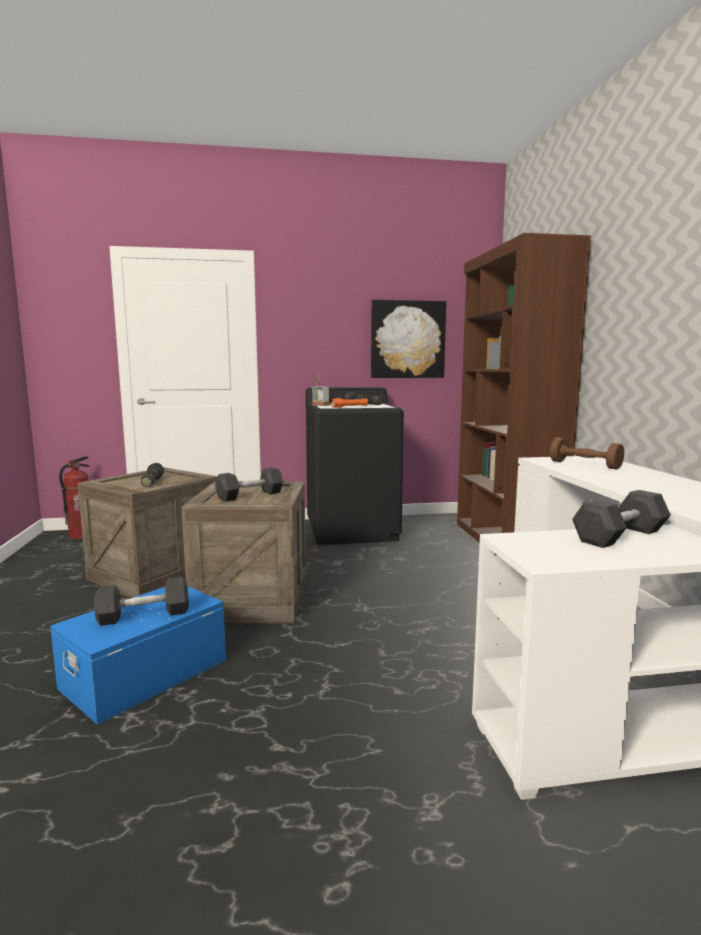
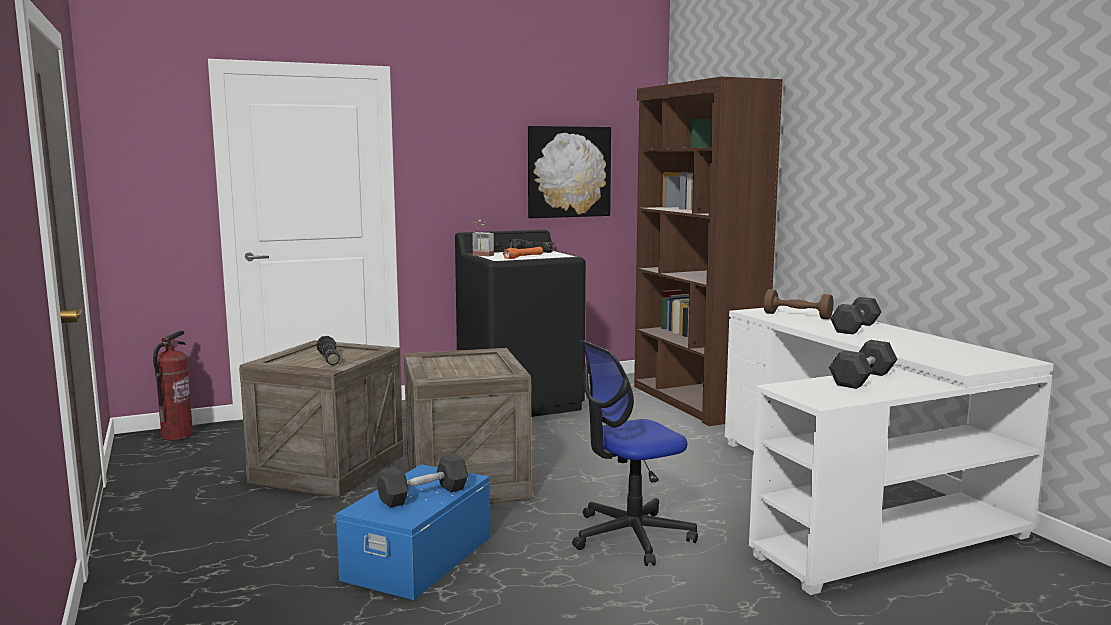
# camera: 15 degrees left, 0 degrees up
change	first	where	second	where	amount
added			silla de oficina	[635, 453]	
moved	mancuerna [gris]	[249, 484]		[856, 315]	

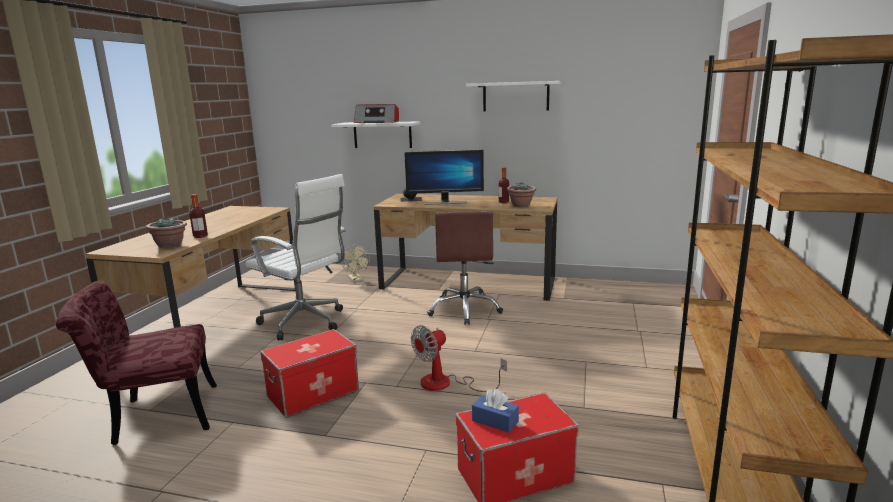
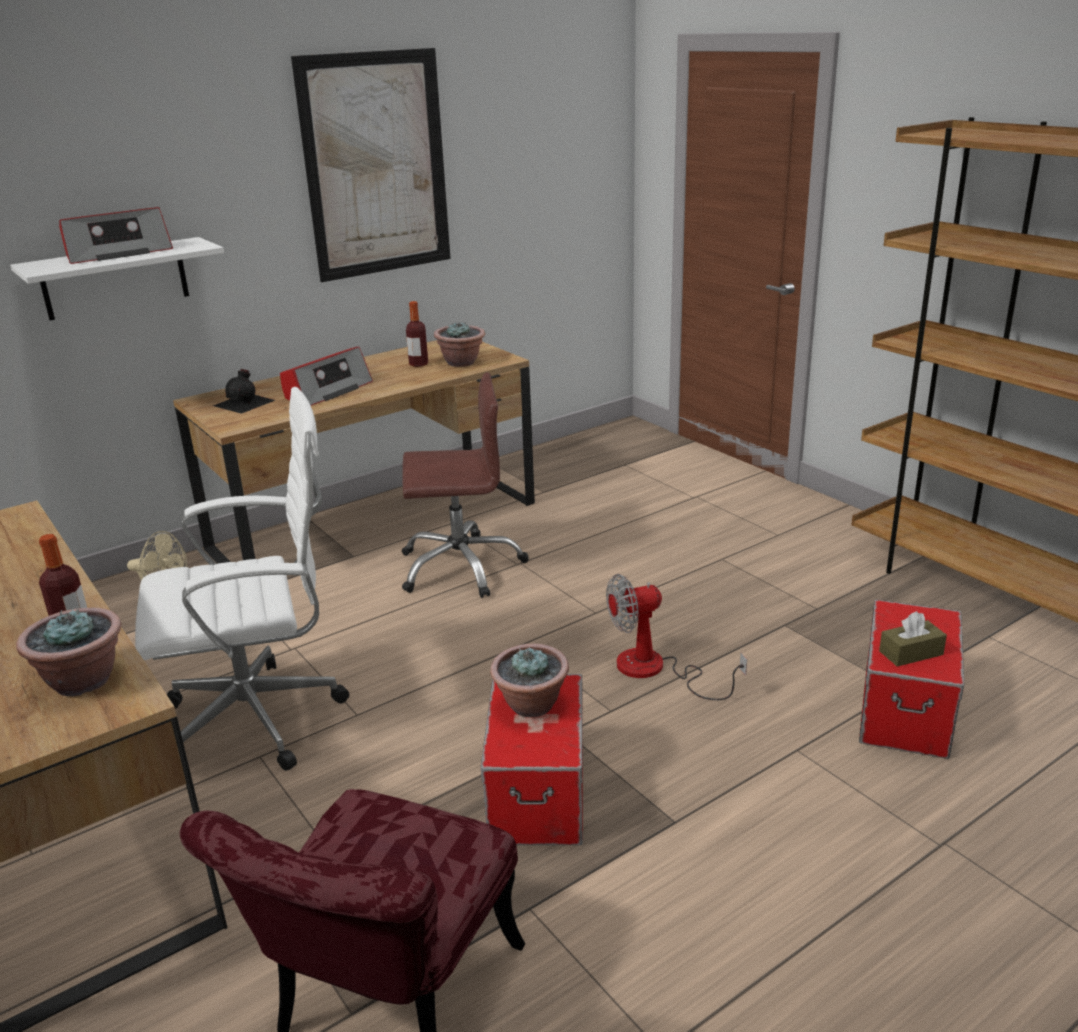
# camera: 50 degrees left, 10 degrees up
change	first	where	second	where	amount
replaced	monitor	[444, 177]	radio	[326, 376]	
replaced	estante [blanco]	[513, 96]	cuadro	[371, 165]	
turned	silla de oficina [marrón]	[465, 268]		[465, 485]	45 degrees counterclockwise
added			planta en maceta	[529, 680]	
turned	ventilador	[459, 358]		[676, 637]	75 degrees clockwise
recoloured	caja de pañuelos [azul]	[495, 411]	caja de pañuelos [marrón]	[913, 639]	

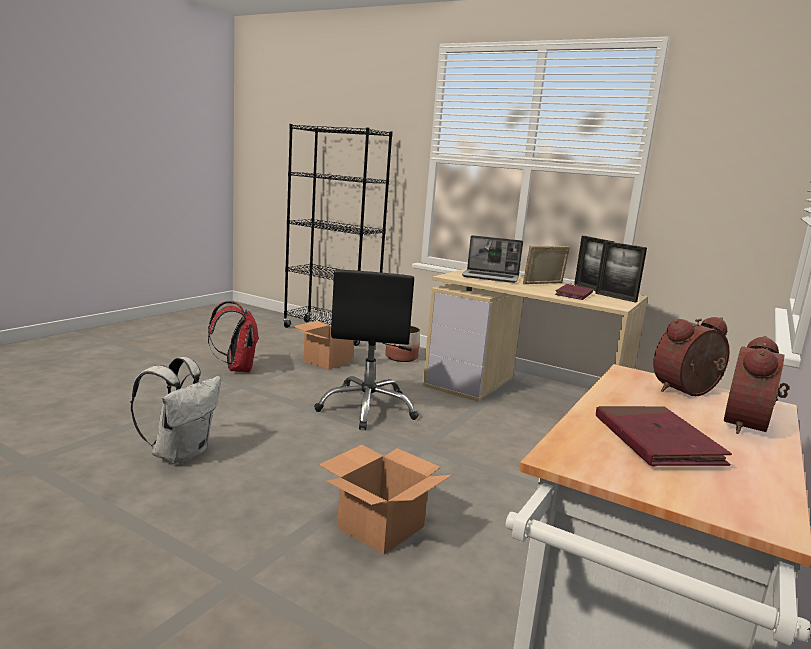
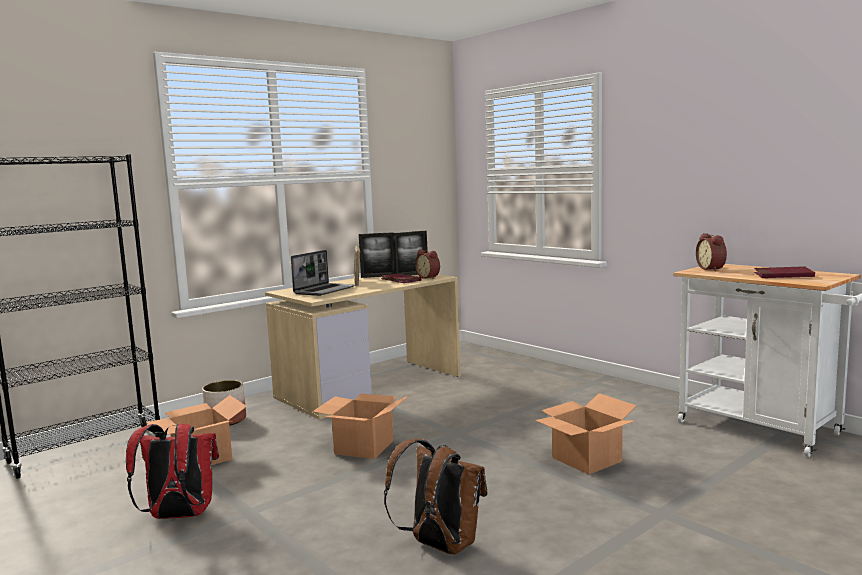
# camera: 70 degrees left, 5 degrees down
change	first	where	second	where	amount
replaced	silla de oficina [negro]	[366, 349]	caja de cartón	[360, 426]	
recoloured	mochila [blanco]	[176, 410]	mochila [marrón]	[436, 496]	
moved	despertador	[756, 385]		[427, 264]	

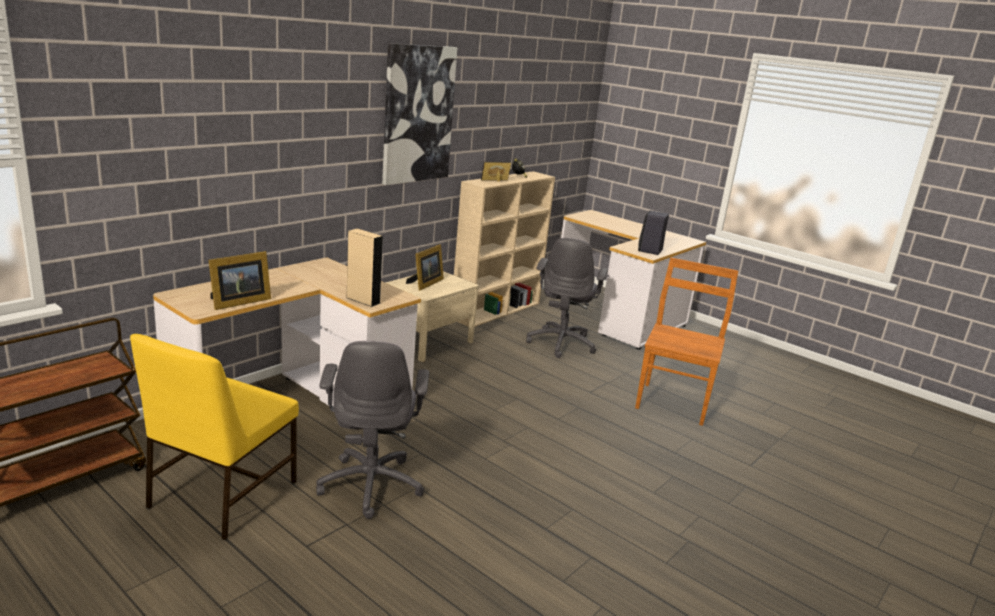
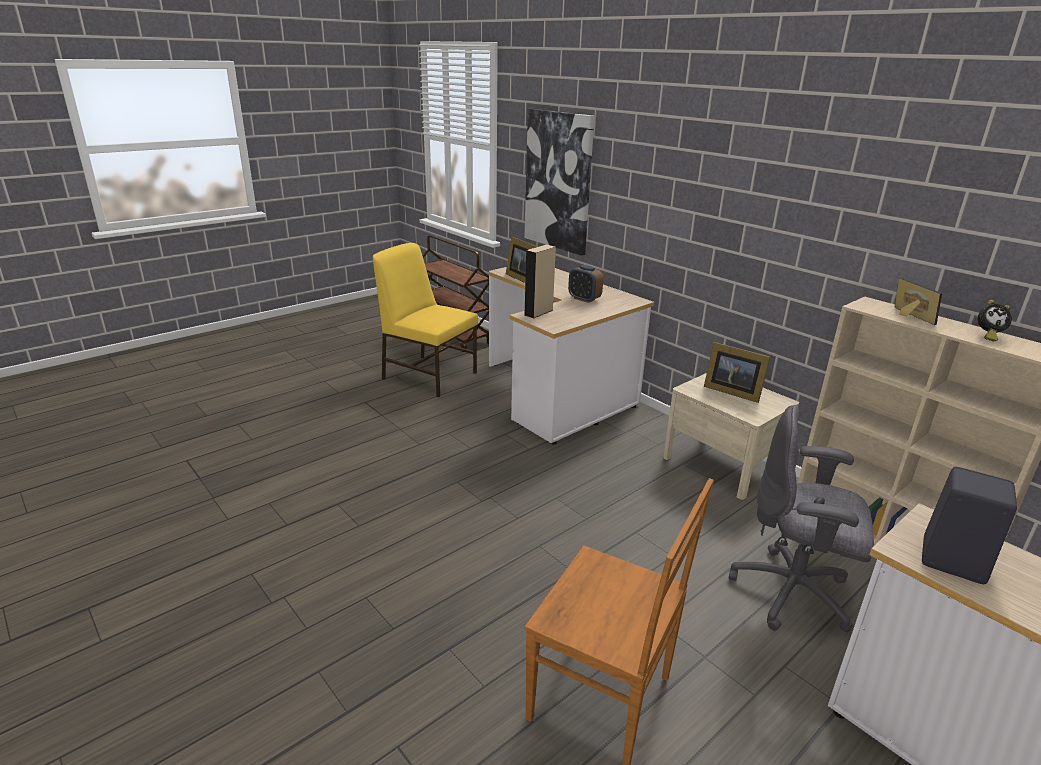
# camera: 100 degrees right, 5 degrees up
change	first	where	second	where	amount
moved	cuadro	[419, 114]		[559, 182]	
added			despertador	[585, 284]	
removed	silla de oficina [gris]	[372, 430]			

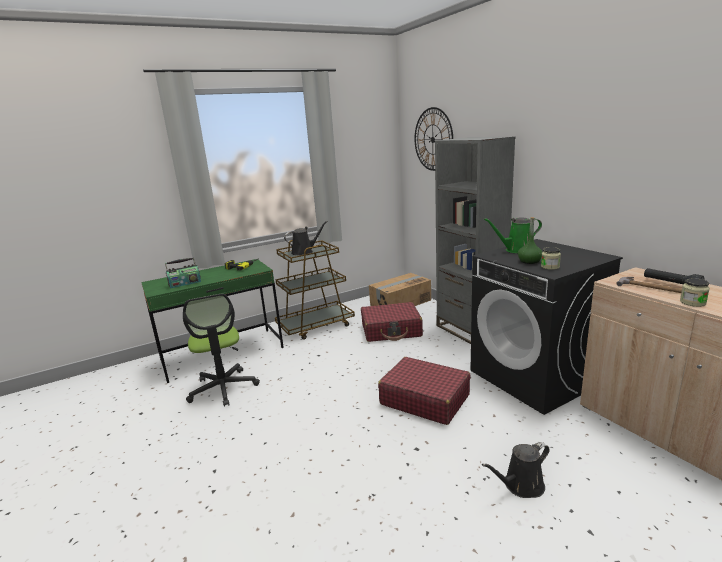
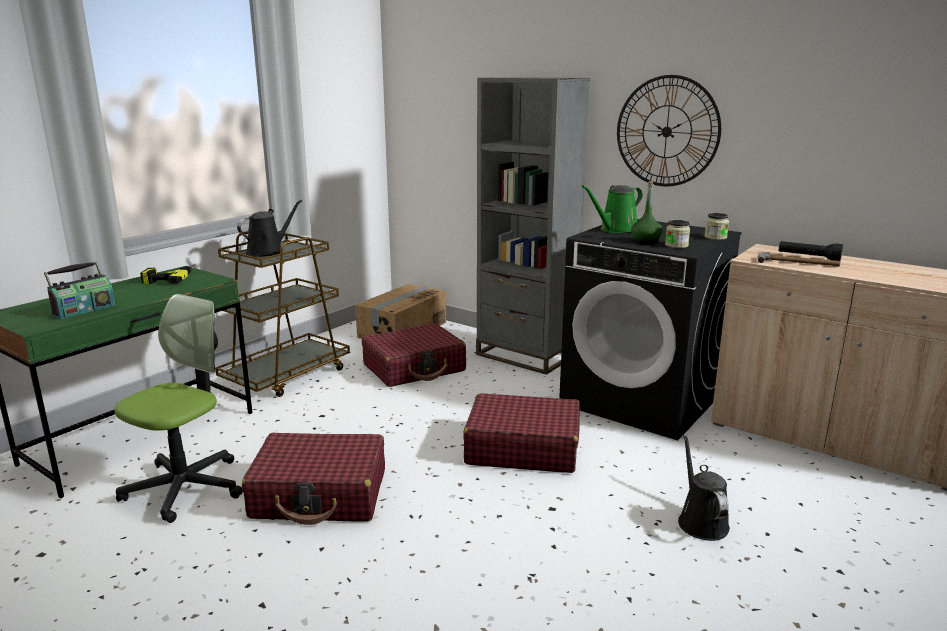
# camera: 25 degrees left, 0 degrees up
change	first	where	second	where	amount
turned	silla de oficina	[221, 350]		[178, 408]	105 degrees counterclockwise
added			maleta [rojo]	[313, 479]	
moved	reloj de pared	[433, 139]		[669, 131]	
turned	regadera [negro]	[516, 470]		[704, 487]	135 degrees clockwise
moved	tarro	[695, 292]		[717, 226]	

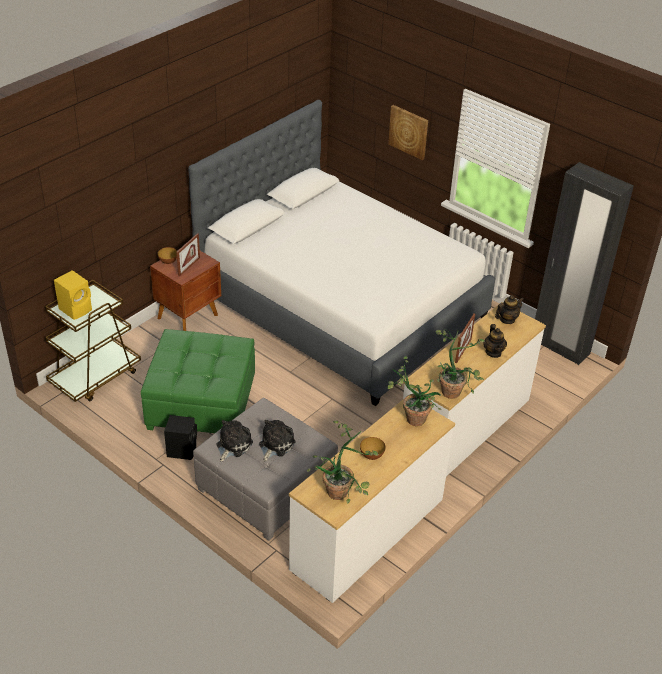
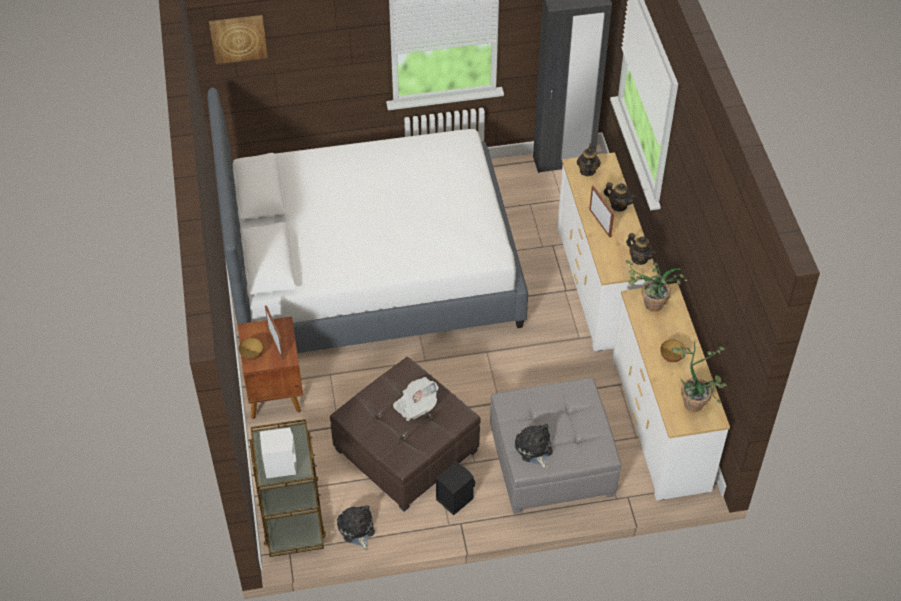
# camera: 50 degrees left, 10 degrees up
change	first	where	second	where	amount
moved	cuadro	[408, 132]		[238, 39]	
recoloured	altavoz [amarillo]	[73, 295]	altavoz [blanco]	[278, 453]	
recoloured	puf [verde]	[198, 381]	puf [marrón]	[405, 434]	
moved	peluche	[277, 440]		[356, 527]	
added			periódico	[416, 399]	
replaced	planta en maceta	[460, 364]	tetera	[641, 249]	

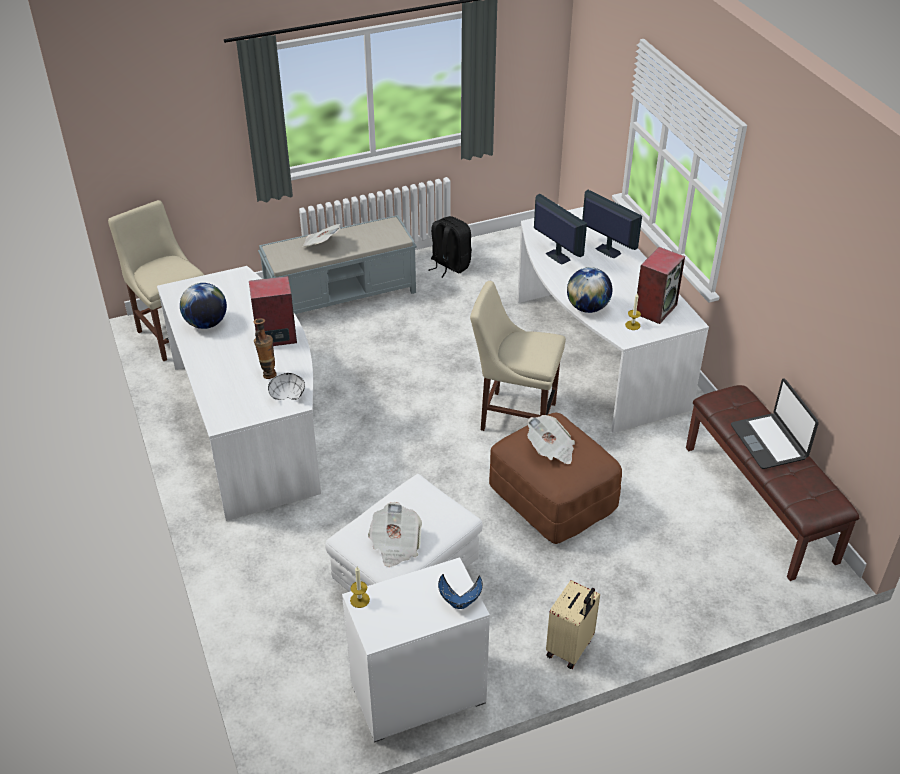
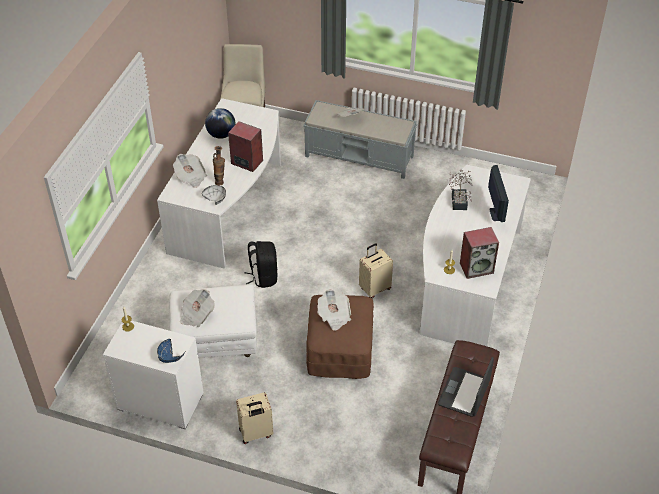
# camera: 40 degrees right, 5 degrees up
change	first	where	second	where	amount
added			periódico	[190, 171]	
moved	mochila [negro]	[450, 247]		[260, 264]	
replaced	silla [beis]	[518, 356]	maleta [beis]	[376, 270]	
replaced	monitor	[560, 229]	planta en maceta	[459, 190]	
removed	globo terráqueo	[589, 290]			

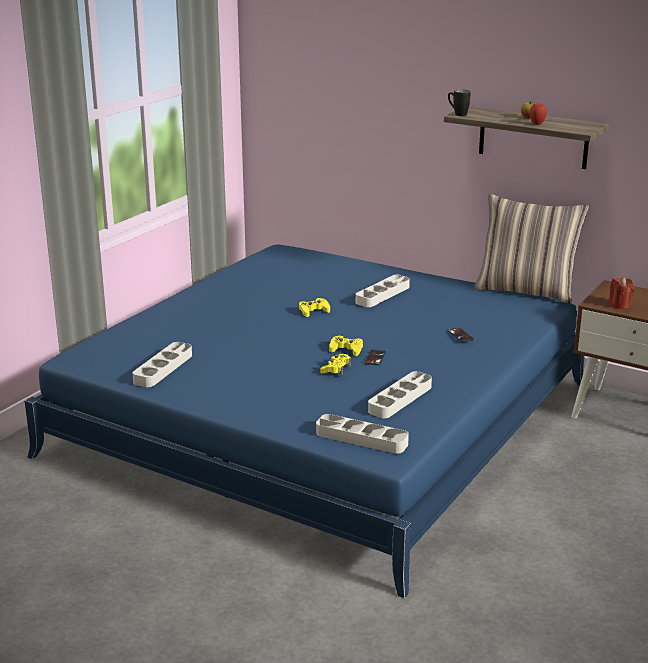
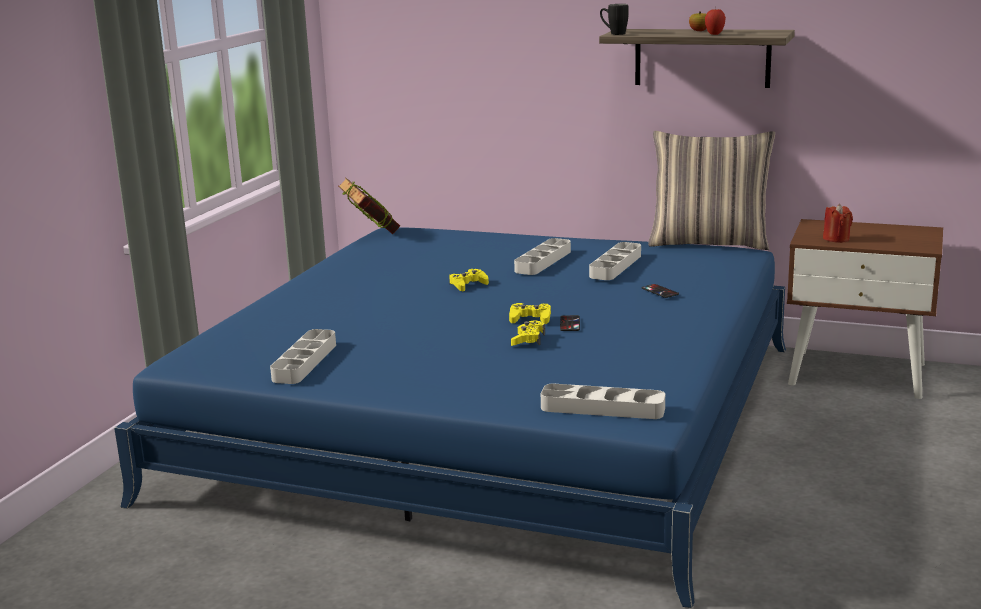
# camera: 10 degrees left, 5 degrees down
change	first	where	second	where	amount
added			libro	[369, 205]	
moved	bandeja [gris]	[400, 394]		[615, 261]	

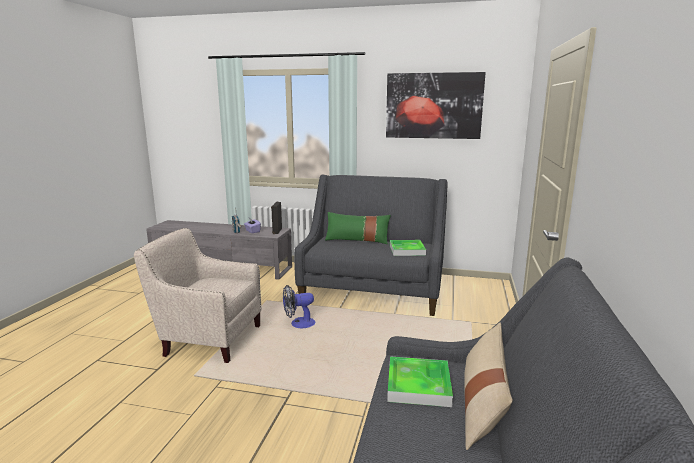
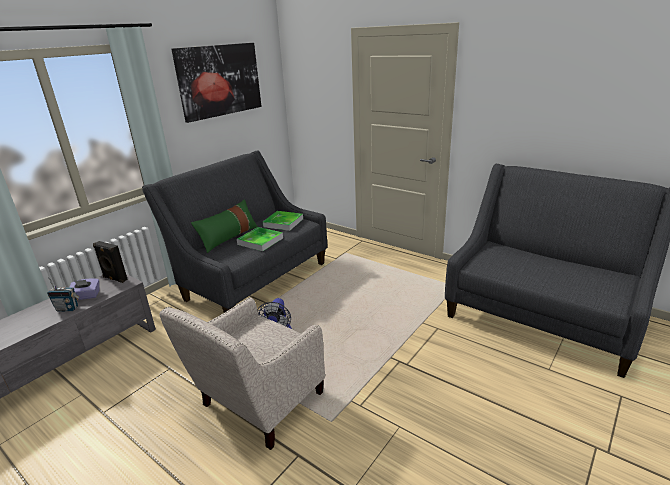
# camera: 65 degrees left, 10 degrees up
change	first	where	second	where	amount
moved	bandeja	[420, 381]		[260, 239]	
removed	cojín [beis]	[488, 386]			

